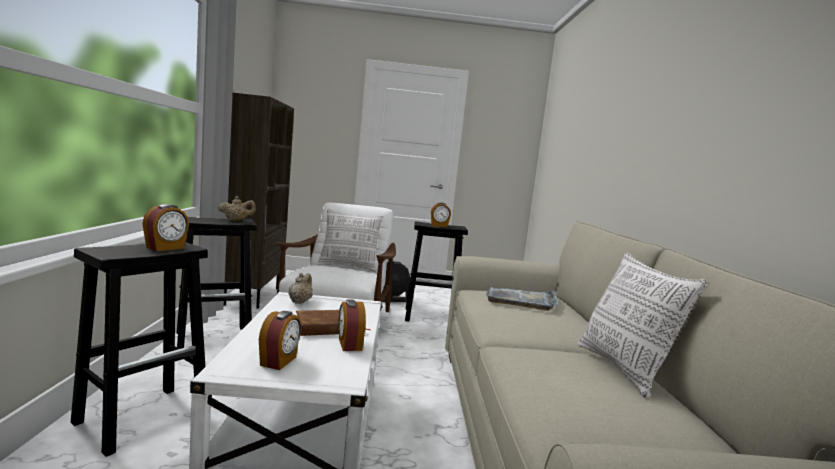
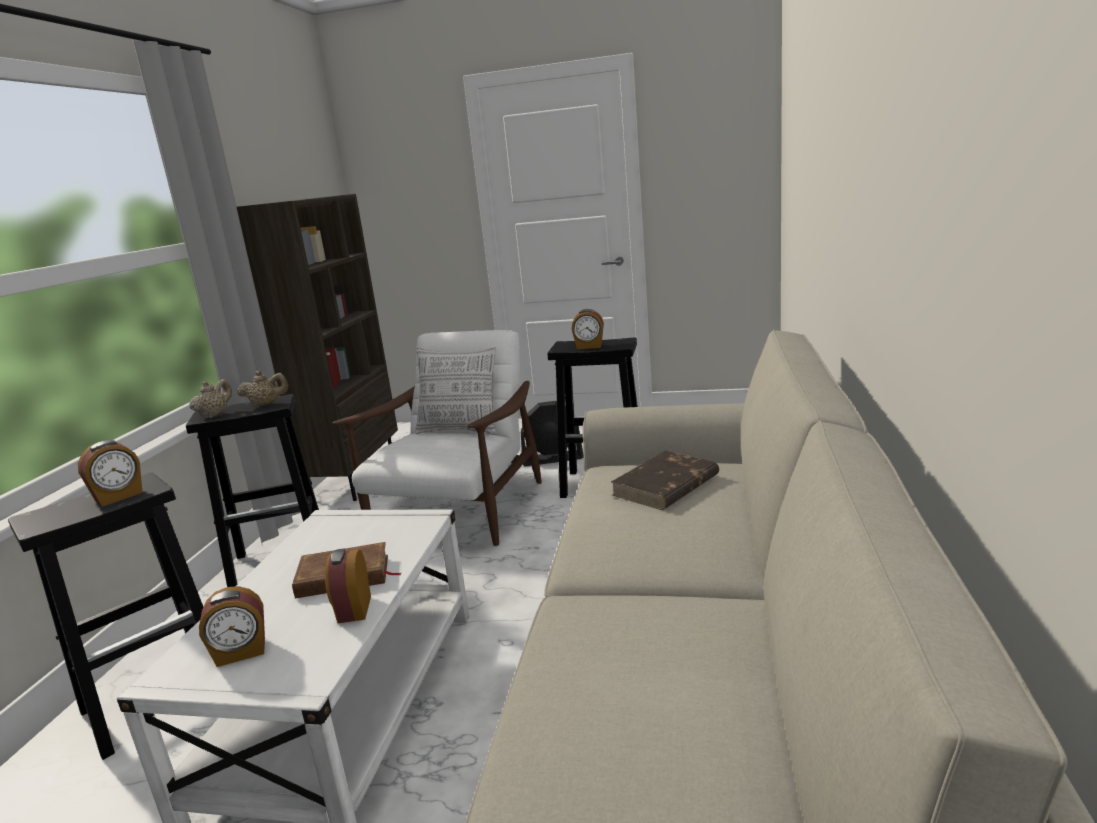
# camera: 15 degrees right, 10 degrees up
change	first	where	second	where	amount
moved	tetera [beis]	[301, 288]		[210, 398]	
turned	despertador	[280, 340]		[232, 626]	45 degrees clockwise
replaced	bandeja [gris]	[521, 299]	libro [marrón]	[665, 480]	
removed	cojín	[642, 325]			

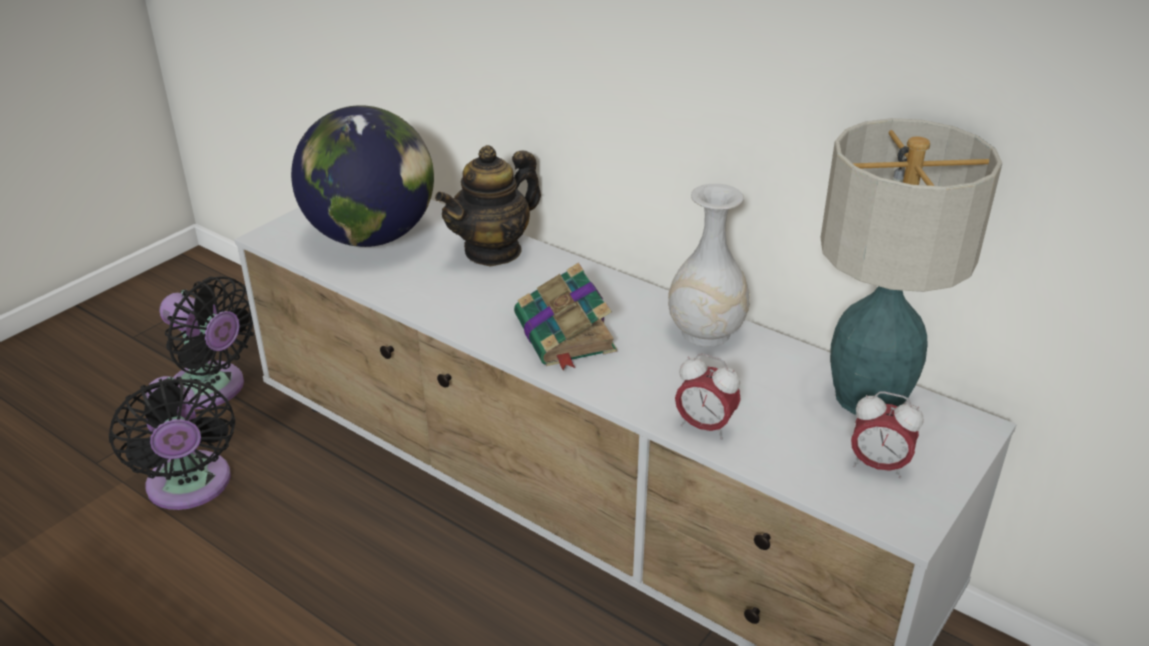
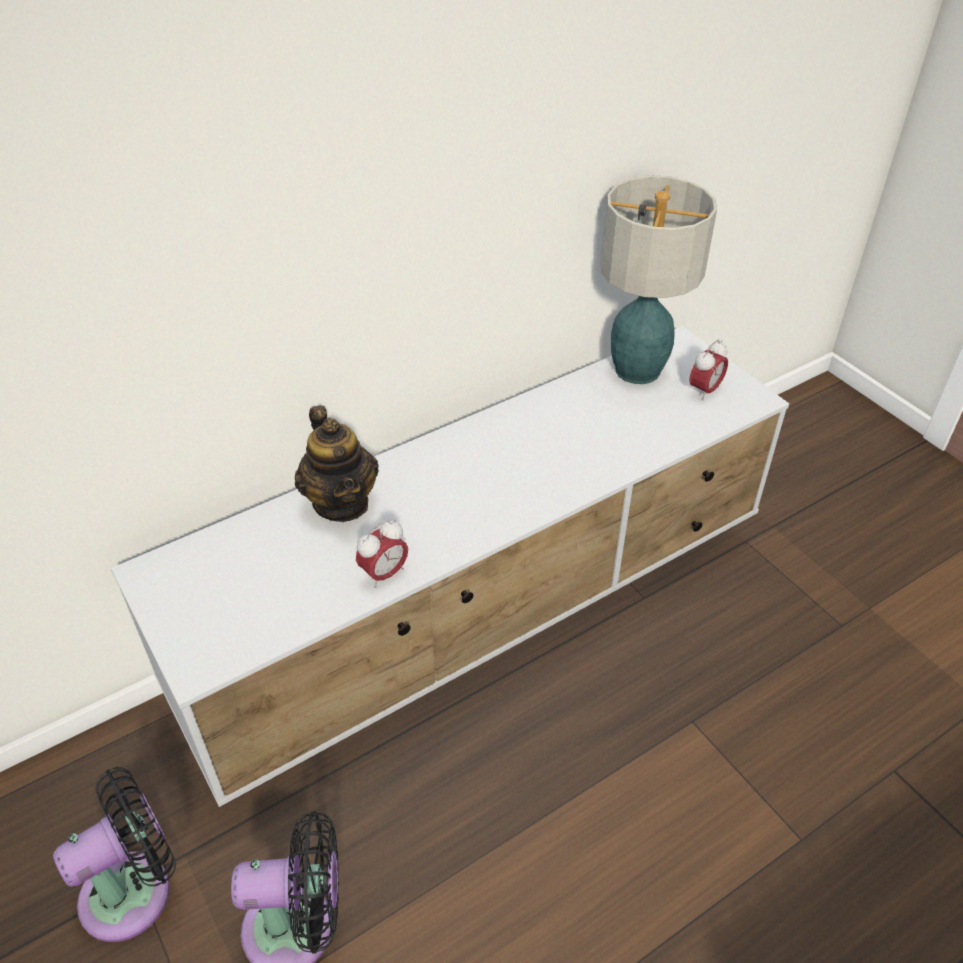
# camera: 70 degrees left, 10 degrees up
change	first	where	second	where	amount
moved	despertador	[708, 397]		[382, 554]	
removed	globo terráqueo	[362, 176]			
removed	libro	[565, 316]			
removed	florero [blanco]	[709, 265]			

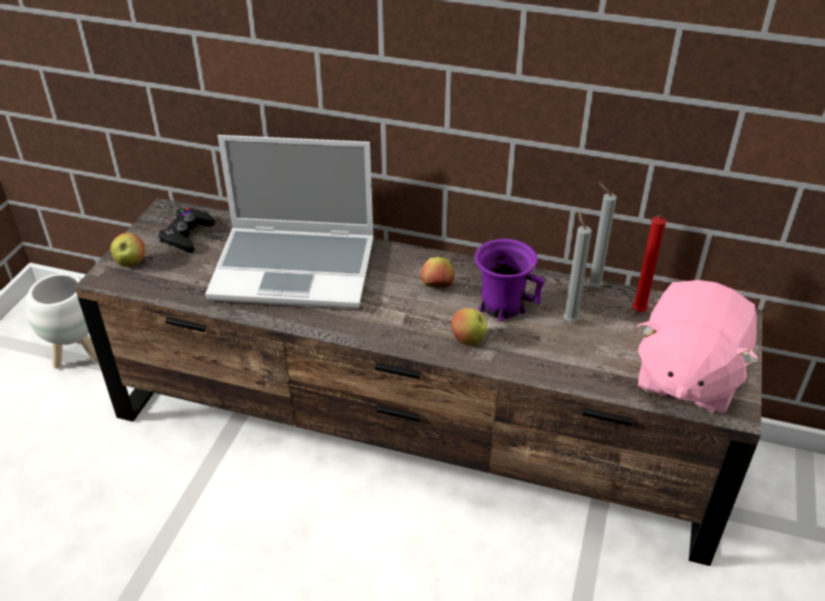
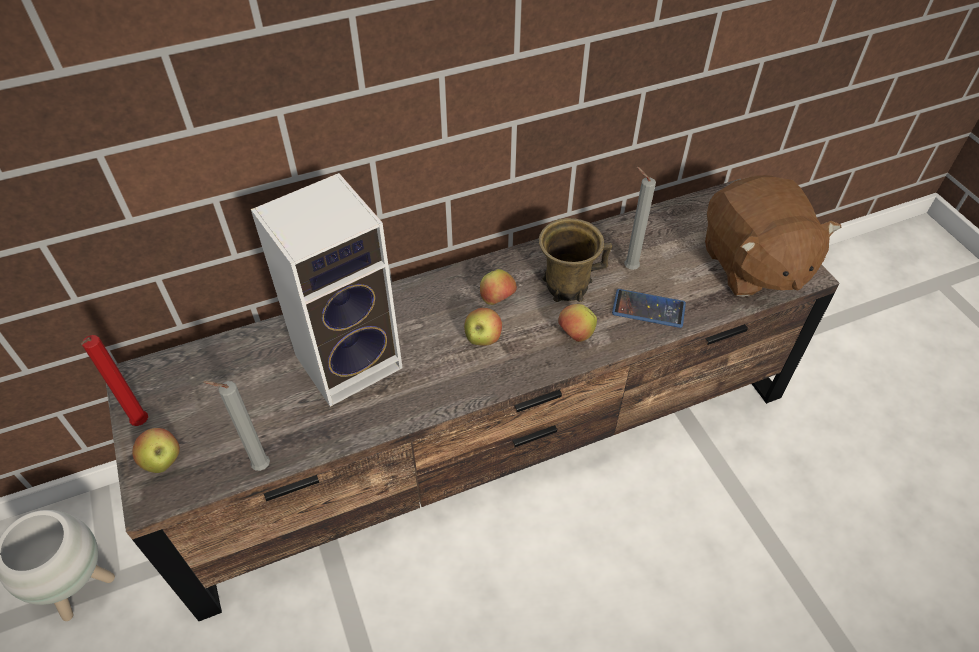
# camera: 40 degrees left, 10 degrees up
change	first	where	second	where	amount
moved	vela [rojo]	[649, 263]		[114, 380]	
moved	vela [gris]	[602, 235]		[237, 426]	
replaced	portátil	[289, 222]	altavoz	[327, 290]	
added			manzana	[483, 327]	
recoloured	taza grande [morado]	[510, 280]	taza grande [marrón]	[575, 260]	
added			móvil	[649, 308]	
recoloured	peluche [rosa]	[698, 346]	peluche [marrón]	[773, 236]	
removed	mando de consola [negro]	[186, 230]			

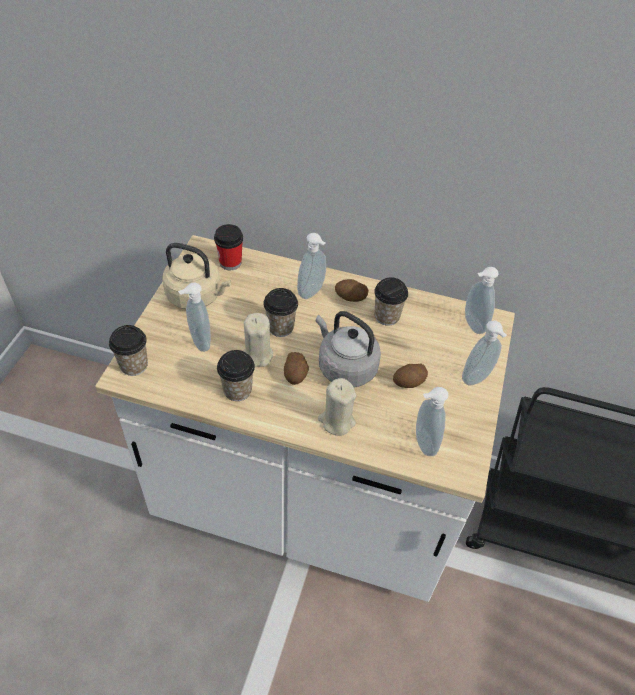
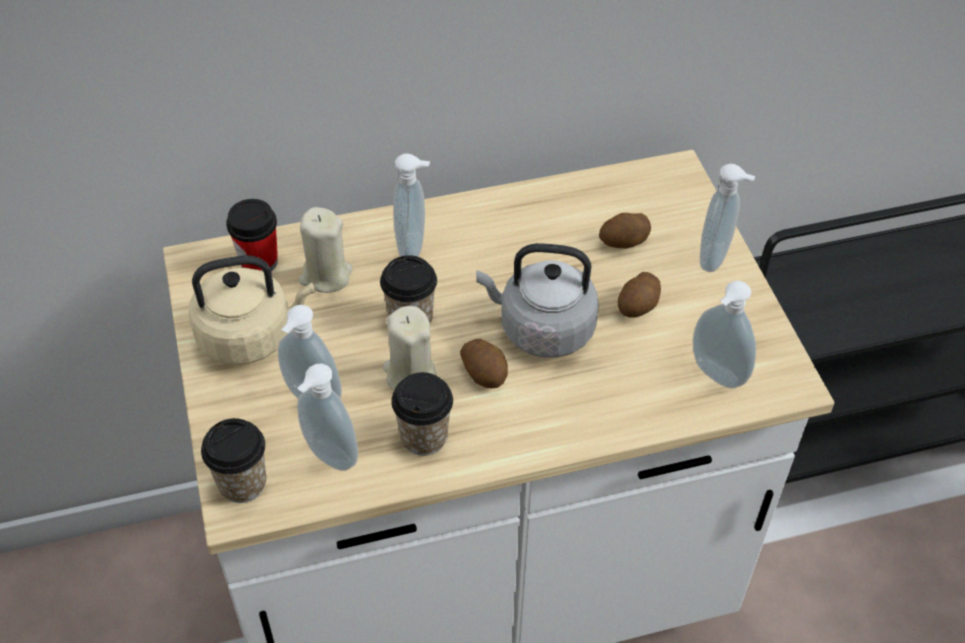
# camera: 30 degrees left, 0 degrees up
change	first	where	second	where	amount
moved	dispensador de jabón	[482, 300]		[327, 417]	
moved	vela [beis]	[337, 407]		[326, 250]	
moved	patata	[351, 290]		[625, 230]	
removed	taza	[391, 301]			

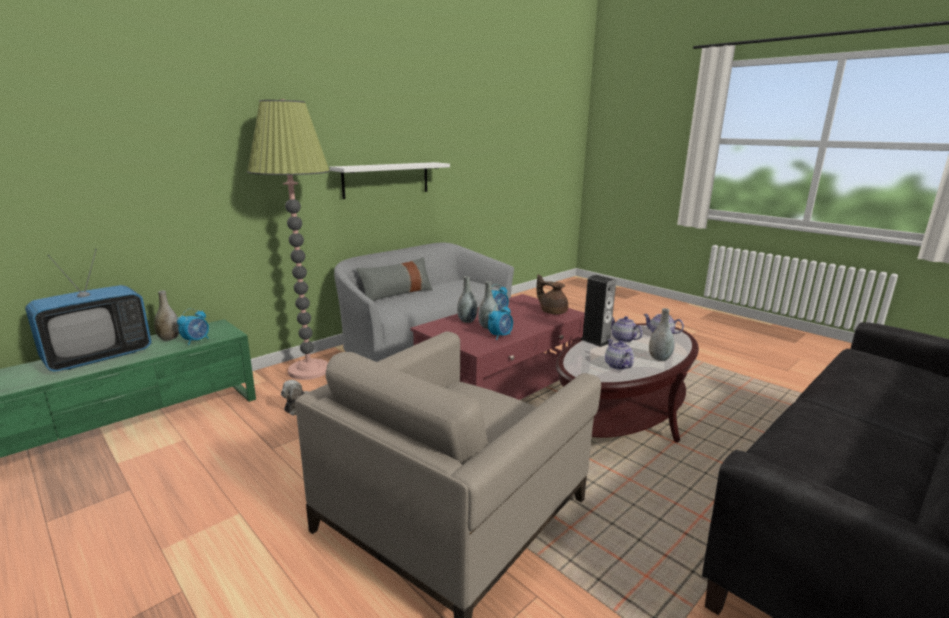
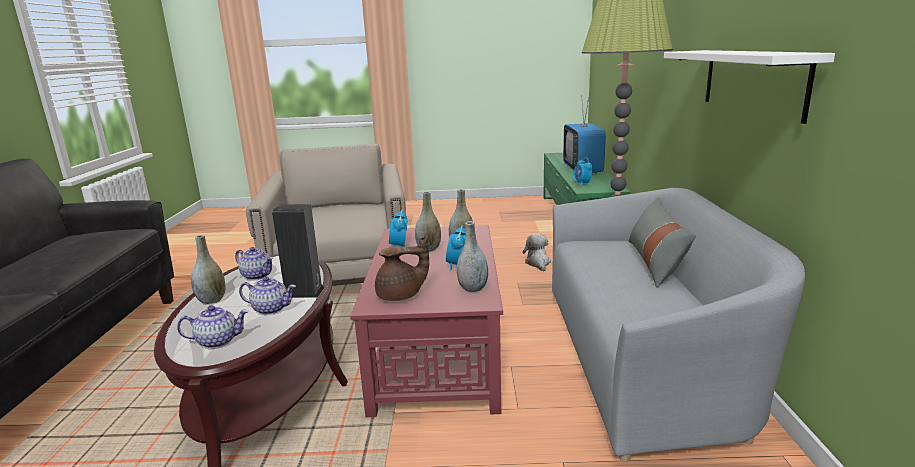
# camera: 135 degrees right, 0 degrees up
change	first	where	second	where	amount
moved	florero [gris]	[166, 316]		[472, 256]	

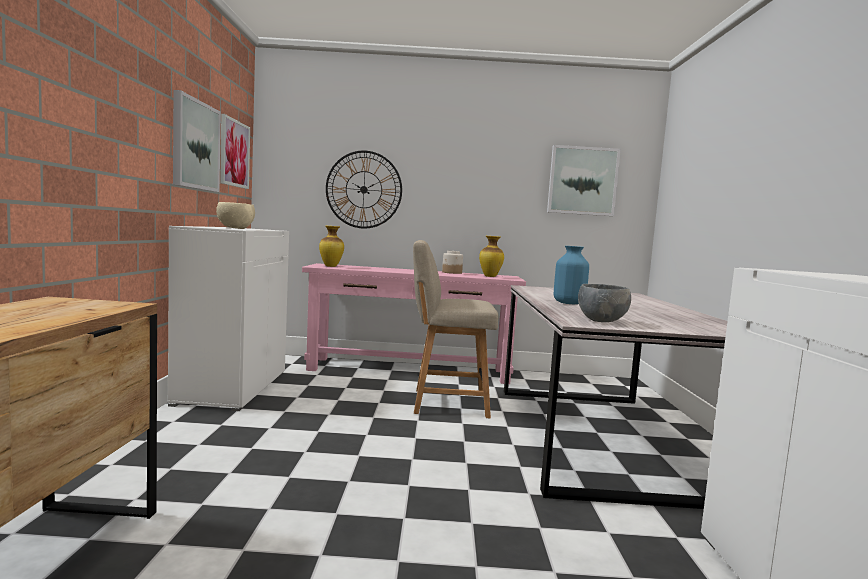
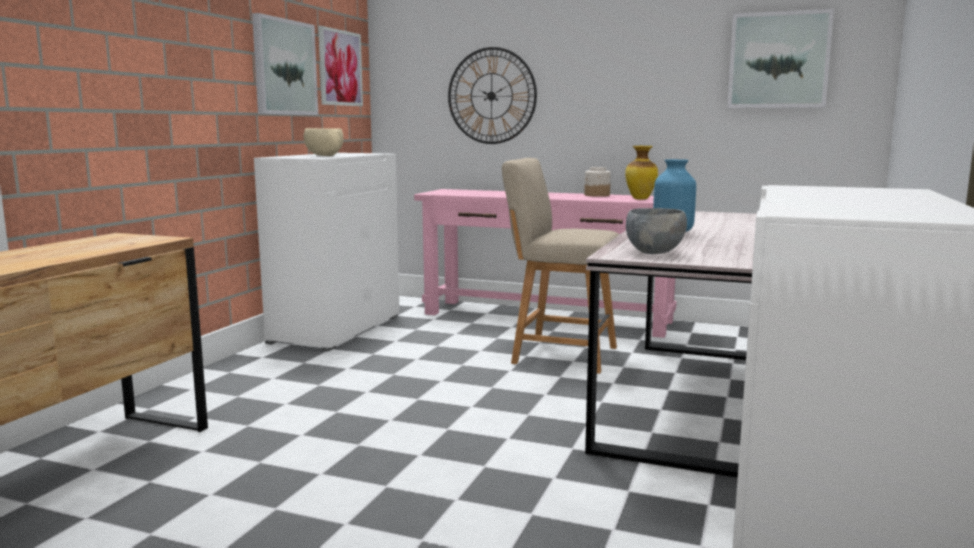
# camera: 20 degrees right, 5 degrees up
change	first	where	second	where	amount
removed	florero	[331, 246]			

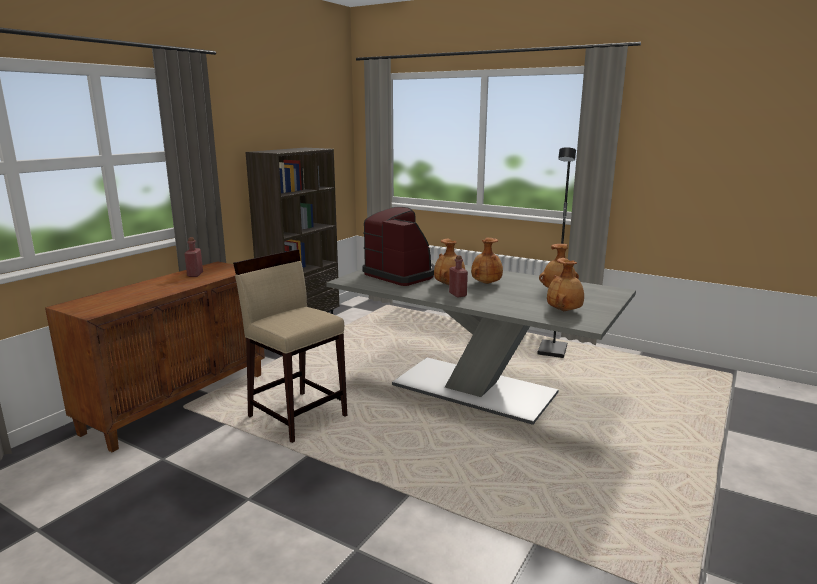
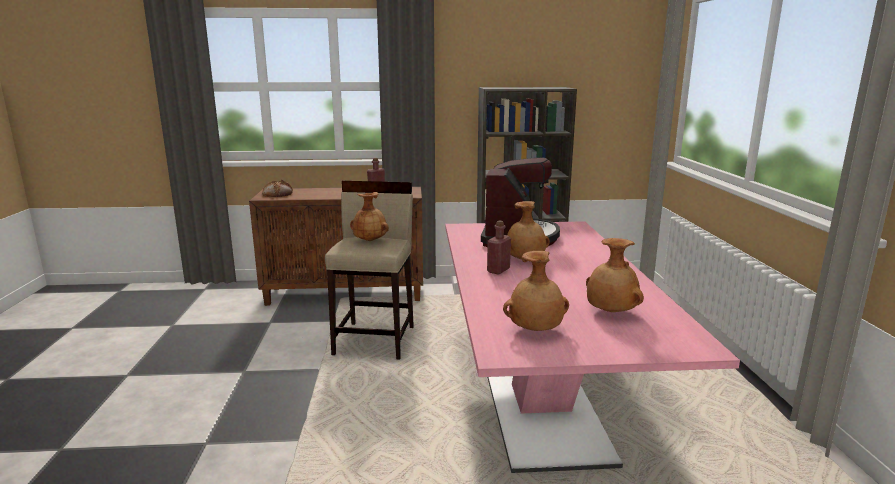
# camera: 55 degrees right, 0 degrees up
change	first	where	second	where	amount
added			pan	[277, 188]	
moved	florero [marrón]	[487, 261]		[369, 216]	
recoloured	mesa de comedor [gris]	[481, 342]	mesa de comedor [rosa]	[592, 347]	
removed	lámpara de pie [negro]	[556, 252]			

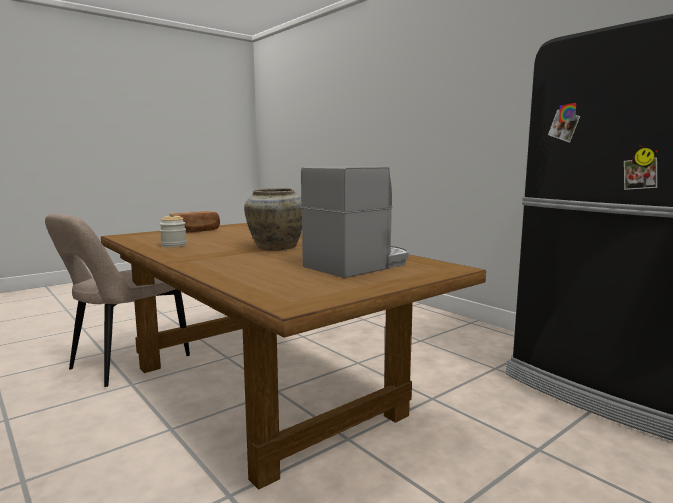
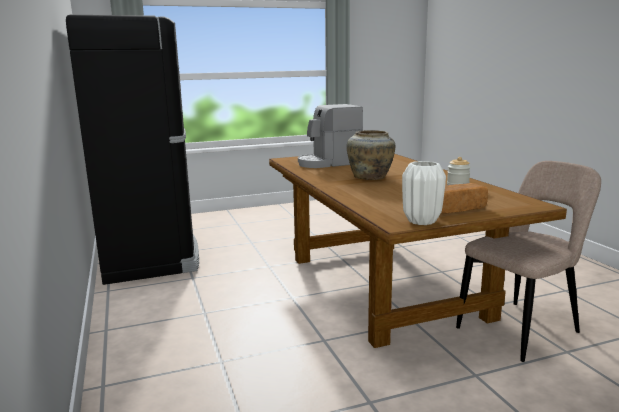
# camera: 160 degrees left, 5 degrees up
change	first	where	second	where	amount
added			florero [blanco]	[424, 193]	

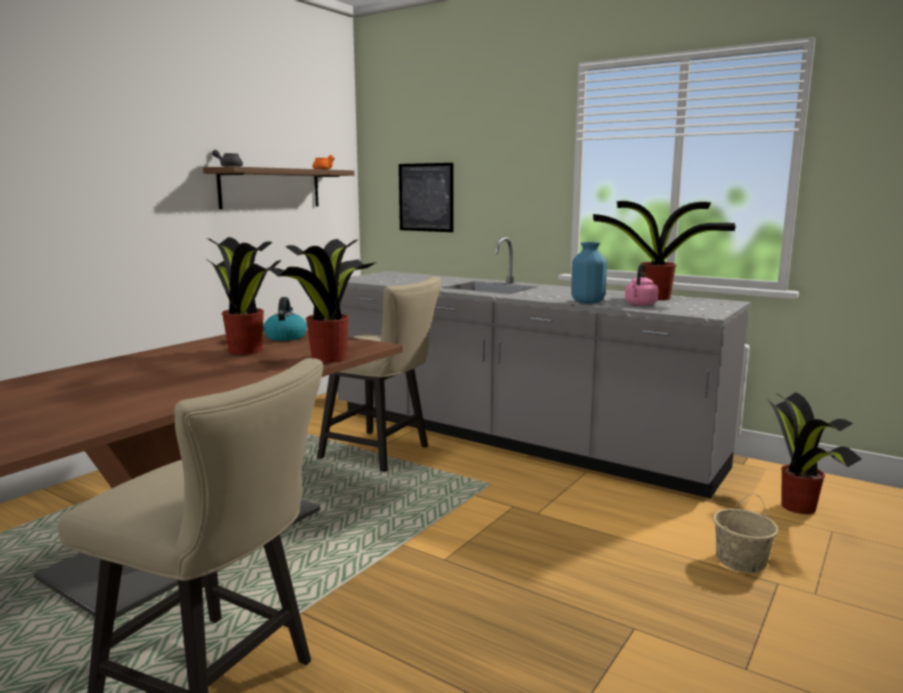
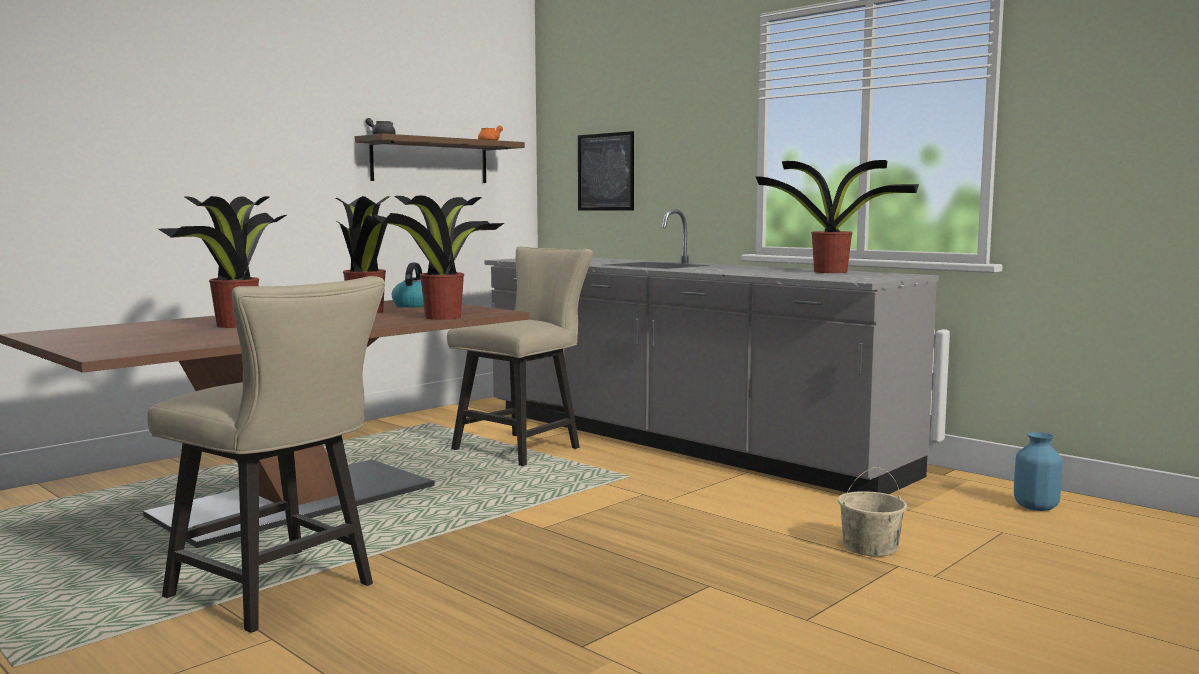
# camera: 10 degrees right, 5 degrees down
change	first	where	second	where	amount
moved	planta en maceta	[814, 453]		[222, 262]	
turned	silla [beis]	[379, 374]		[520, 356]	90 degrees counterclockwise
moved	florero [azul]	[589, 273]		[1038, 471]	
removed	hervidor [rosa]	[642, 285]			

